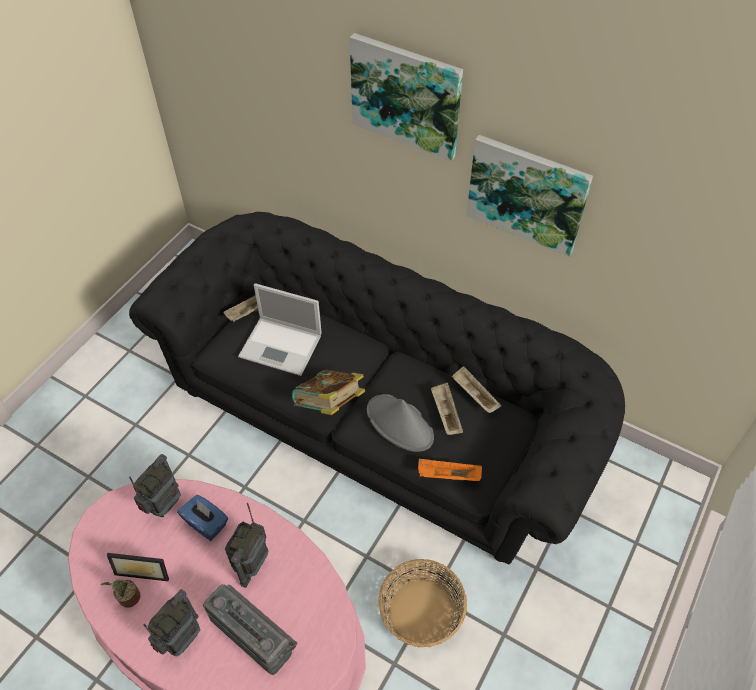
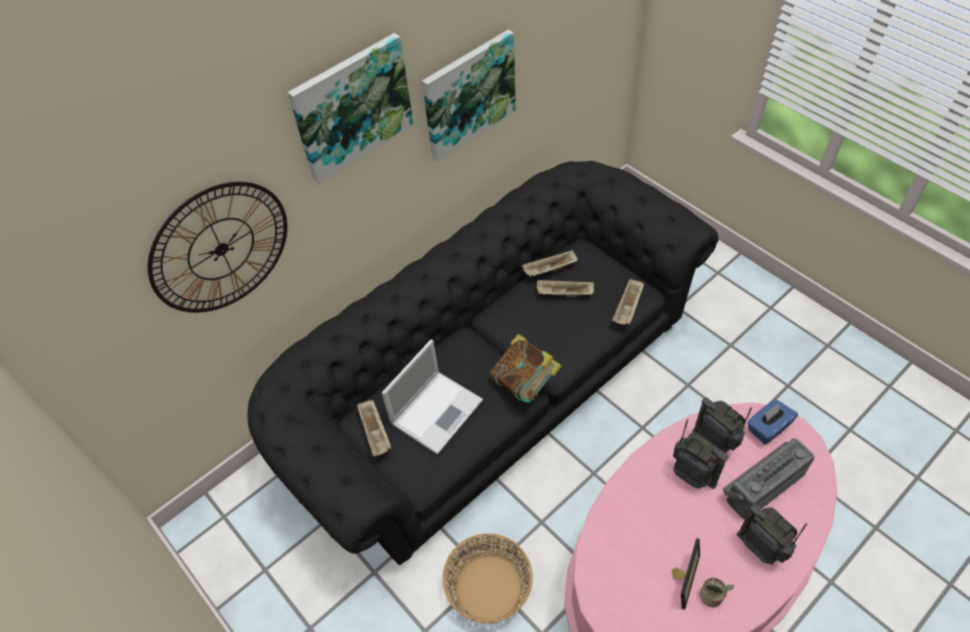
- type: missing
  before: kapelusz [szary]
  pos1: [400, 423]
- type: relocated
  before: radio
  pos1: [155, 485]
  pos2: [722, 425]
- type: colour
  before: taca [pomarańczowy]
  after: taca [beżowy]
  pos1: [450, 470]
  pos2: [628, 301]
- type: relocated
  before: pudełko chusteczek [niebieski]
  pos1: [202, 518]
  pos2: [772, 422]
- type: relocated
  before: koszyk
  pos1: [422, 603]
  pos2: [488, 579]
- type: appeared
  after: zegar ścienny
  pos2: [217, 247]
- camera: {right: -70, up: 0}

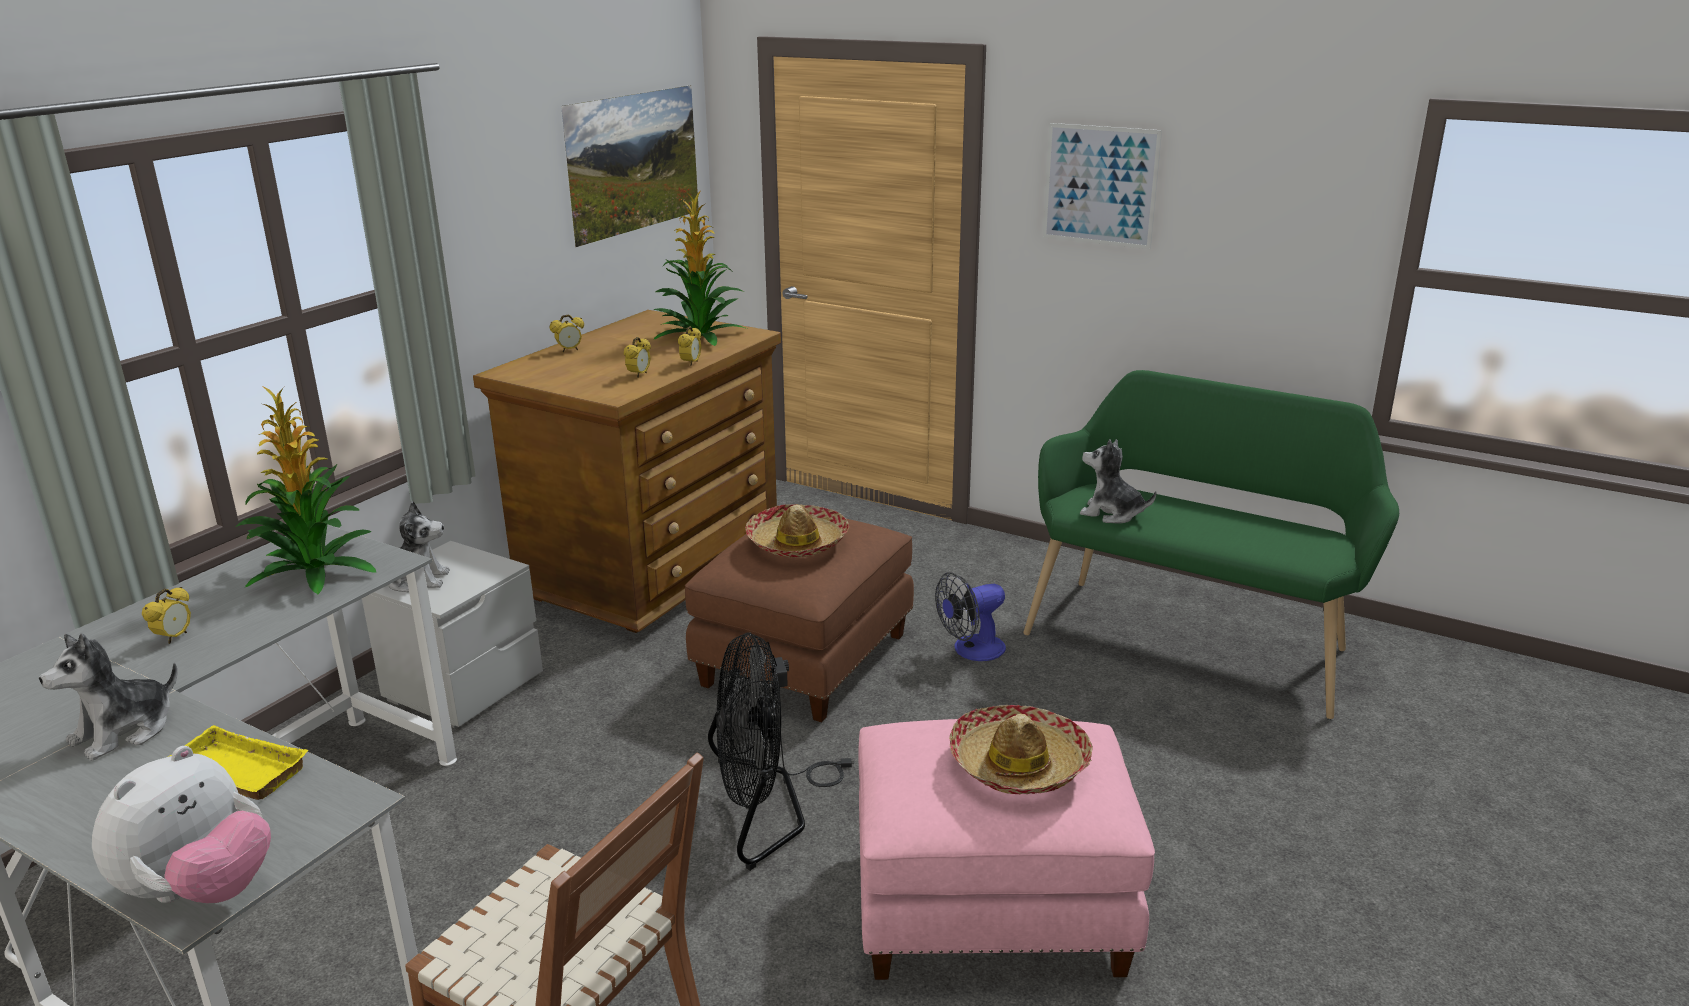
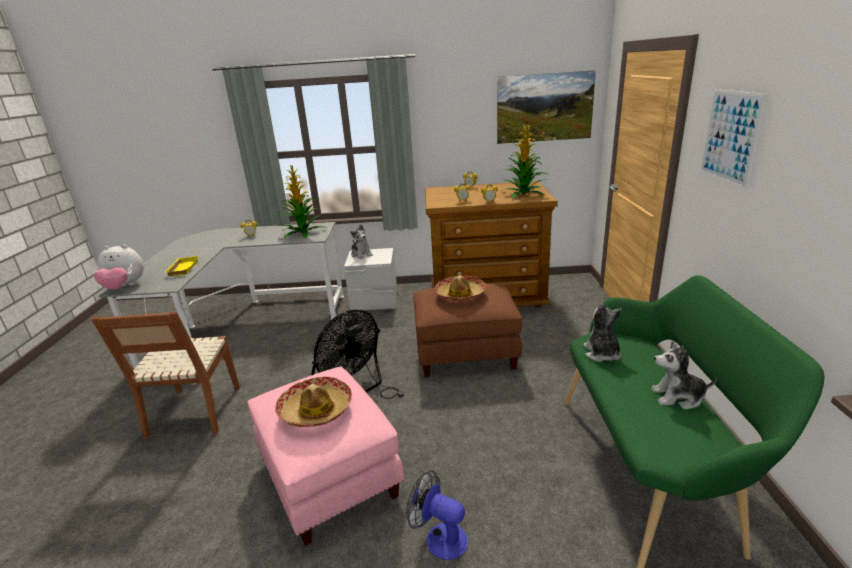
- type: relocated
  before: wentylator
  pos1: [970, 616]
  pos2: [437, 515]
- type: relocated
  before: pluszak
  pos1: [108, 697]
  pos2: [684, 375]
- camera: {right: 60, up: 0}

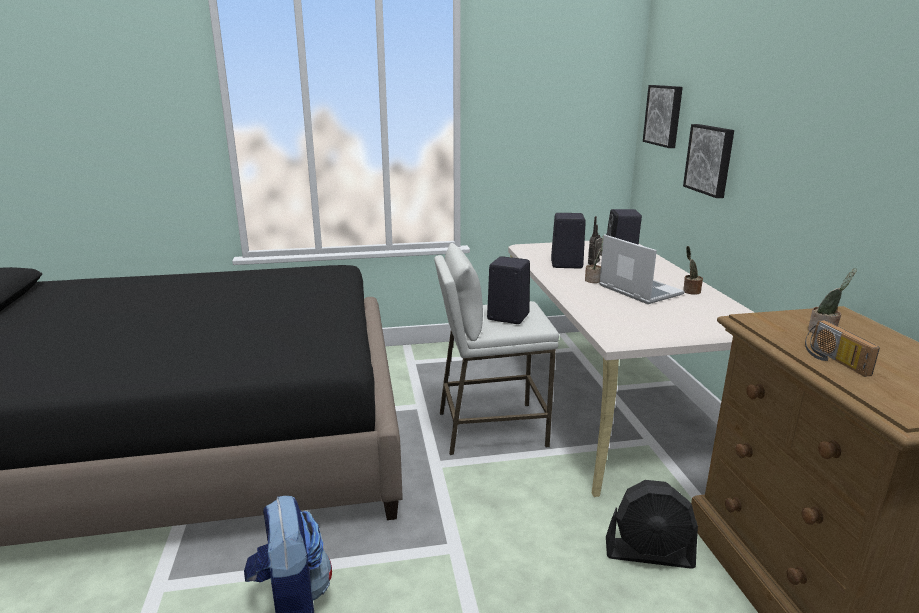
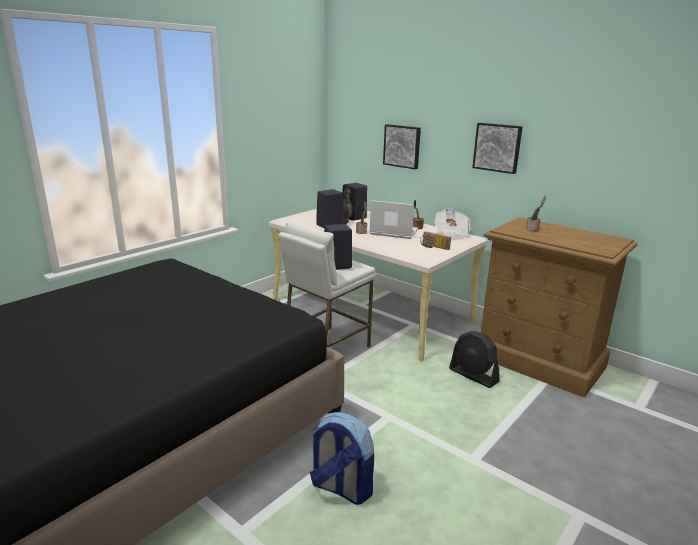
- type: relocated
  before: obraz
  pos1: [663, 116]
  pos2: [497, 148]
- type: relocated
  before: radio
  pos1: [842, 348]
  pos2: [435, 240]
- type: spun
  before: wentylator [czarny]
  pos1: [652, 524]
  pos2: [474, 359]
  turn: 75
- type: appeared
  after: gazeta
  pos2: [452, 224]
- camera: {right: -40, up: 0}

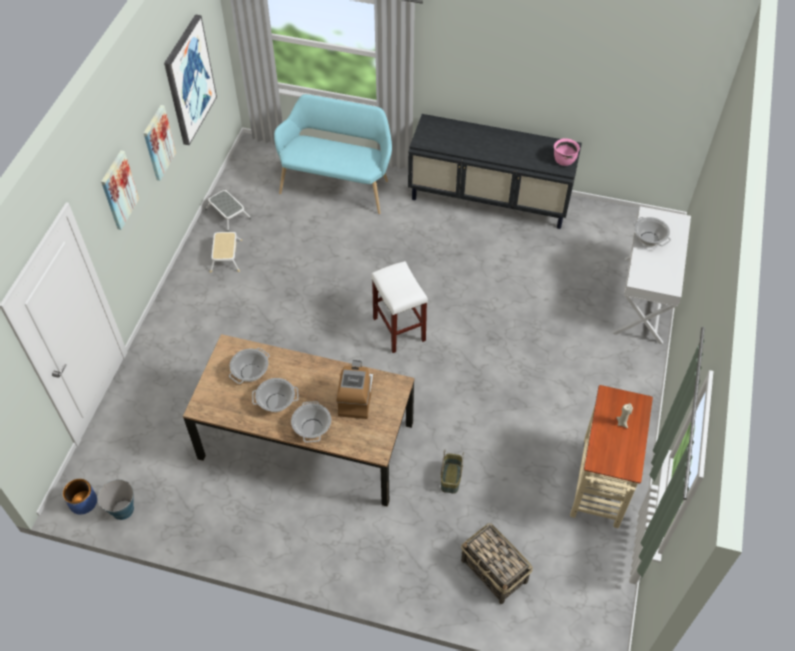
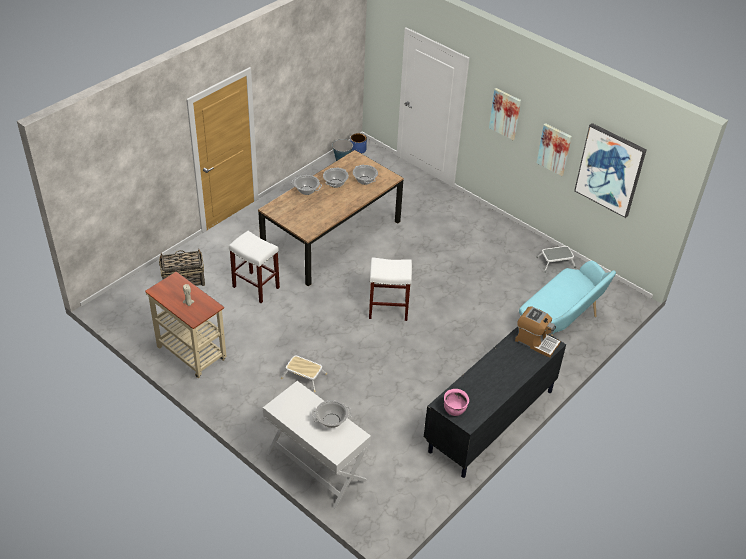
- type: relocated
  before: drabinka [beżowy]
  pos1: [226, 252]
  pos2: [304, 373]
- type: relocated
  before: ekspres do kawy
  pos1: [355, 389]
  pos2: [537, 332]
- type: exchanged
  before: koszyk
  after: stołek [biały]
  pos1: [452, 471]
  pos2: [254, 267]
- camera: {right: 115, up: -10}

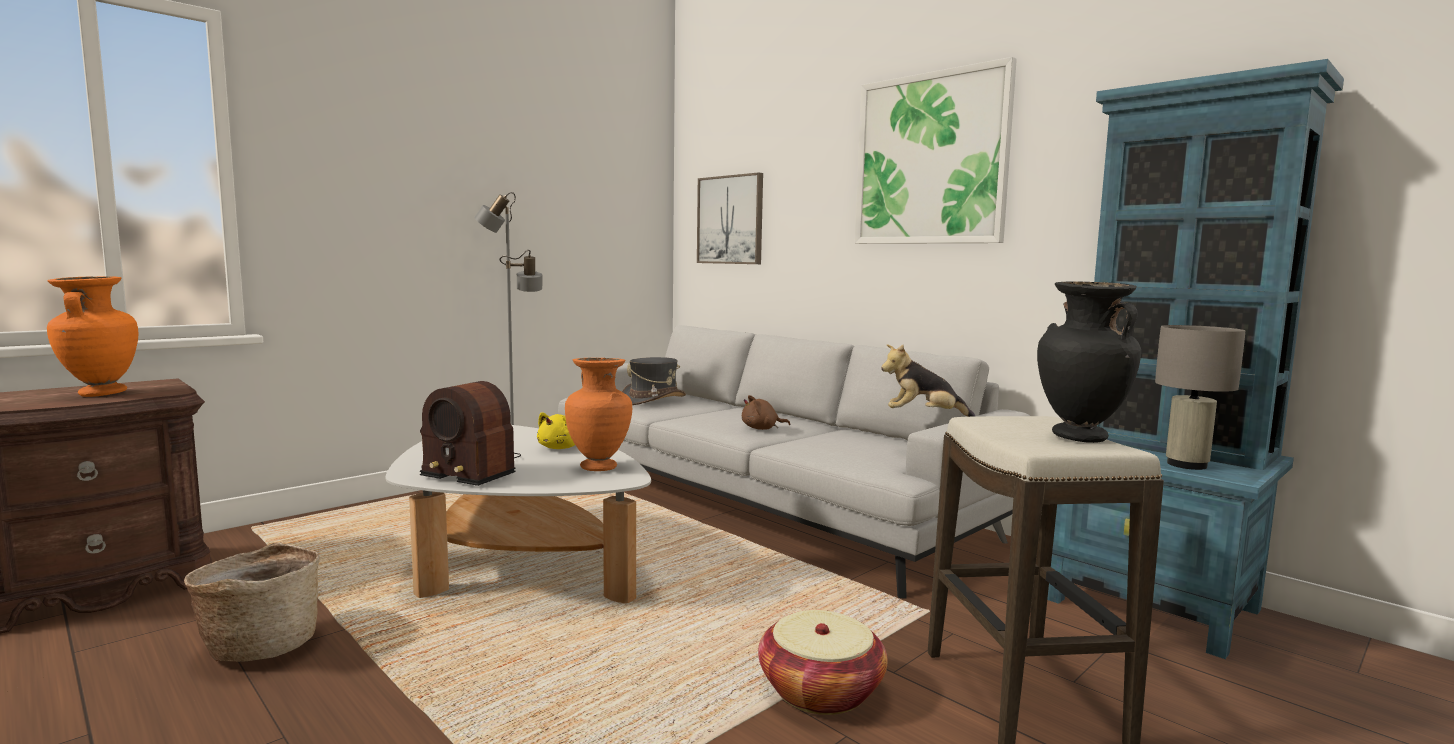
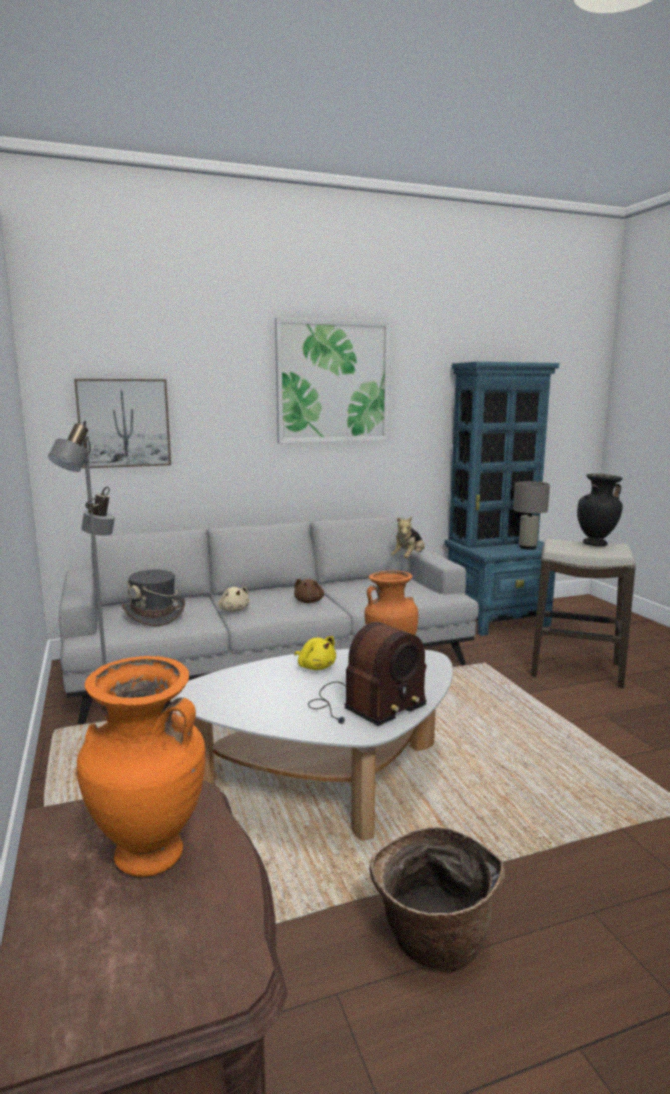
- type: missing
  before: koszyk
  pos1: [822, 662]
- type: appeared
  after: pluszak [beżowy]
  pos2: [234, 599]
- camera: {right: -65, up: 5}

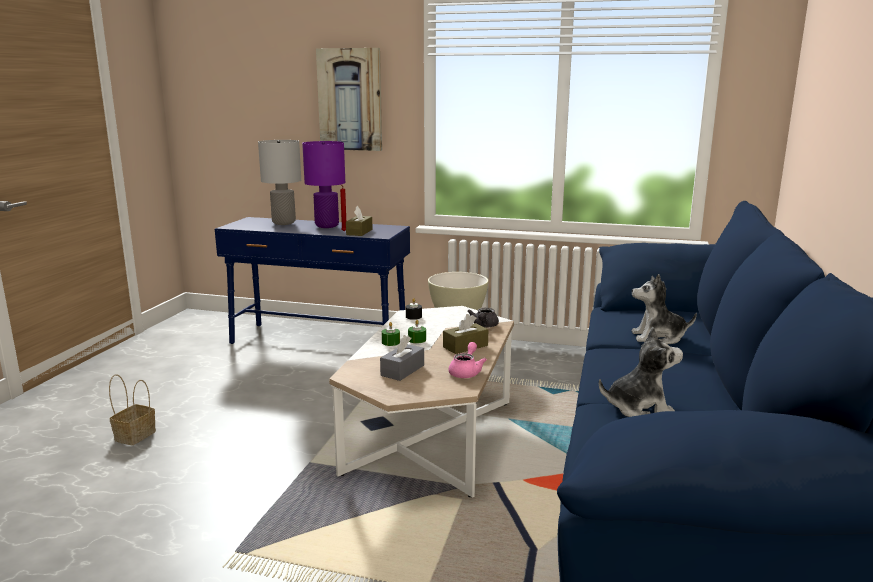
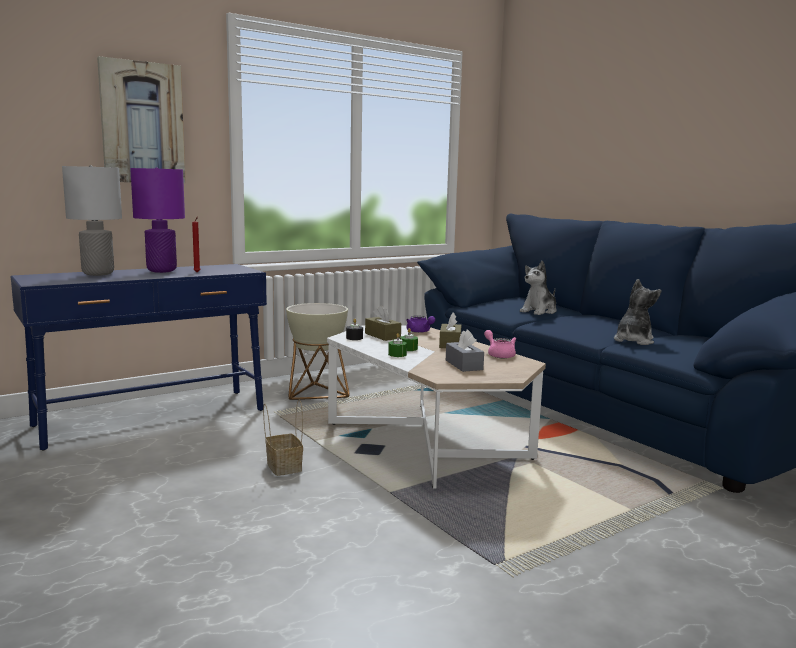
- type: relocated
  before: pudełko chusteczek [brązowy]
  pos1: [359, 221]
  pos2: [383, 323]
- type: colour
  before: imbryk [szary]
  after: imbryk [fioletowy]
  pos1: [483, 317]
  pos2: [420, 324]
- type: relocated
  before: koszyk
  pos1: [132, 409]
  pos2: [283, 437]
- camera: {right: -50, up: -5}

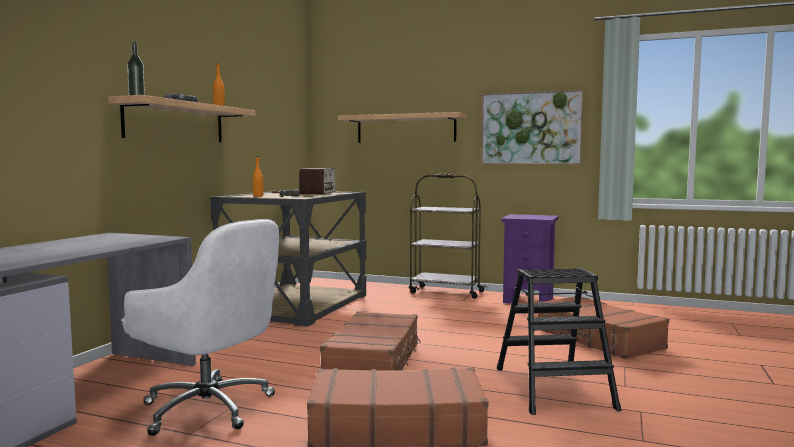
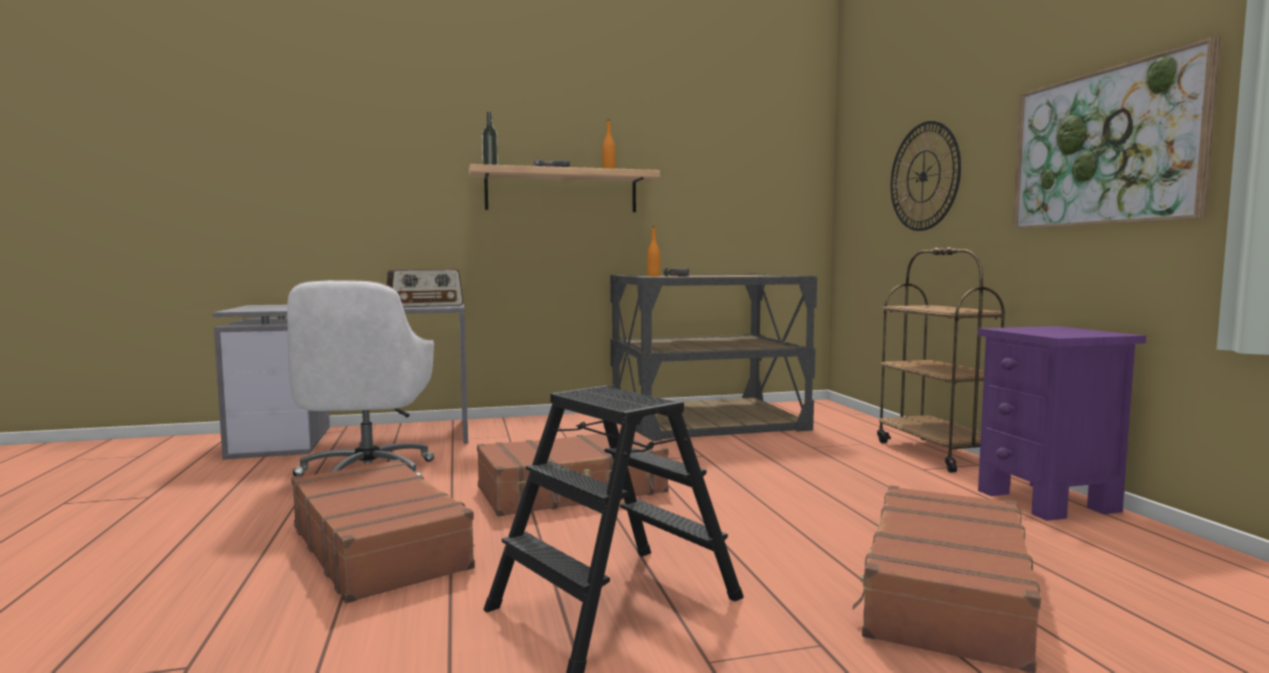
- type: exchanged
  before: półka
  after: zegar ścienny
  pos1: [402, 127]
  pos2: [925, 176]
- type: relocated
  before: radio
  pos1: [317, 181]
  pos2: [425, 288]
- type: colour
  before: wózek [szary]
  after: wózek [brązowy]
  pos1: [448, 236]
  pos2: [941, 360]
- camera: {right: 55, up: 0}

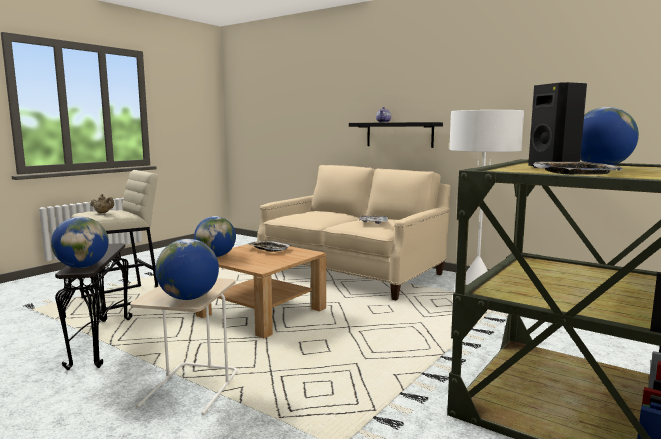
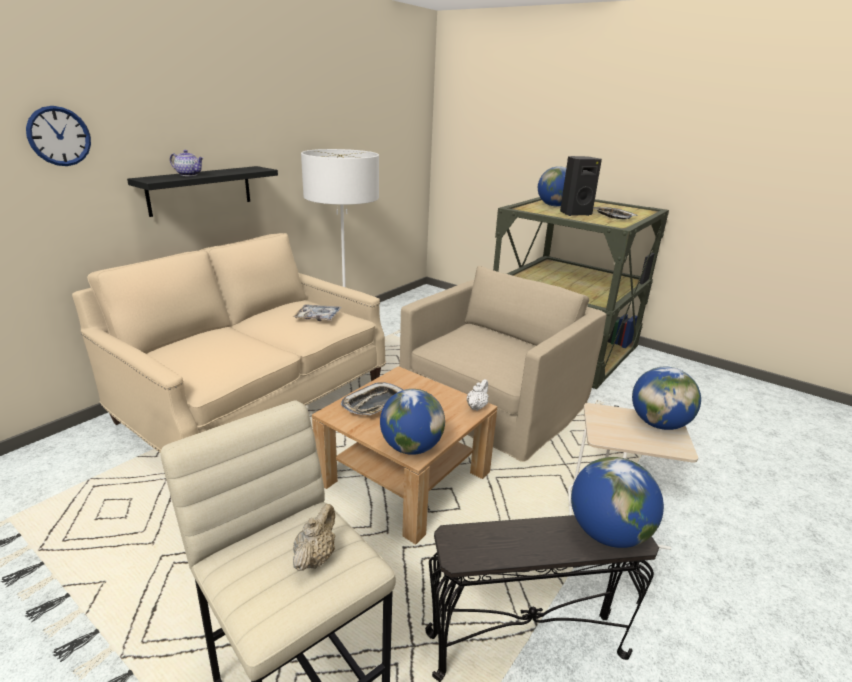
- type: appeared
  after: zegar ścienny
  pos2: [58, 136]
- type: appeared
  after: fotel [beżowy]
  pos2: [503, 364]
- type: appeared
  after: imbryk [biały]
  pos2: [478, 395]
- camera: {right: -90, up: 15}

